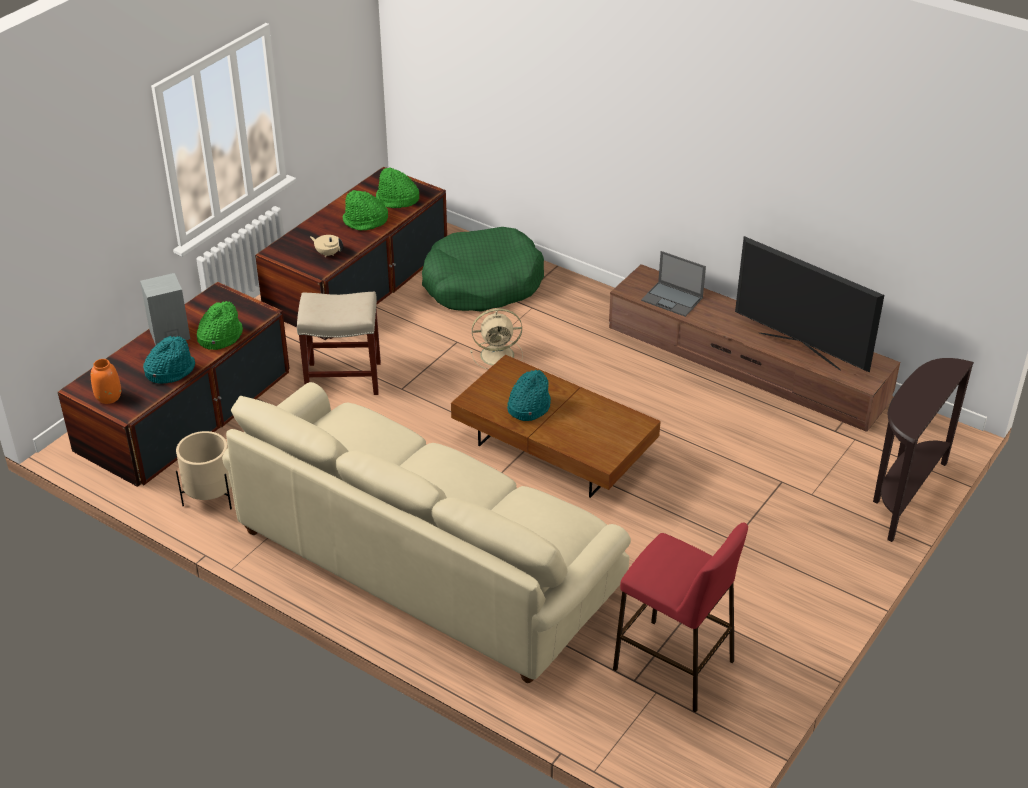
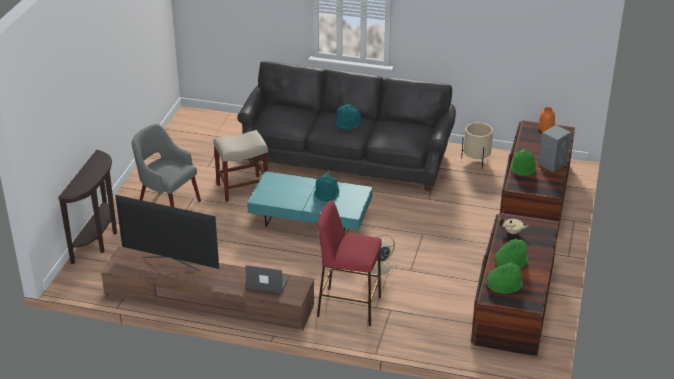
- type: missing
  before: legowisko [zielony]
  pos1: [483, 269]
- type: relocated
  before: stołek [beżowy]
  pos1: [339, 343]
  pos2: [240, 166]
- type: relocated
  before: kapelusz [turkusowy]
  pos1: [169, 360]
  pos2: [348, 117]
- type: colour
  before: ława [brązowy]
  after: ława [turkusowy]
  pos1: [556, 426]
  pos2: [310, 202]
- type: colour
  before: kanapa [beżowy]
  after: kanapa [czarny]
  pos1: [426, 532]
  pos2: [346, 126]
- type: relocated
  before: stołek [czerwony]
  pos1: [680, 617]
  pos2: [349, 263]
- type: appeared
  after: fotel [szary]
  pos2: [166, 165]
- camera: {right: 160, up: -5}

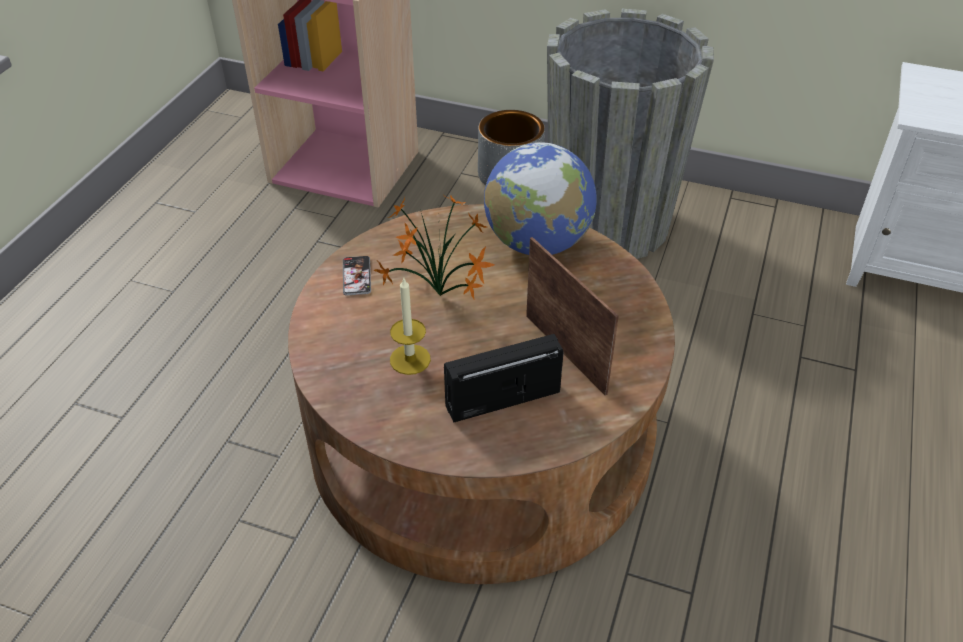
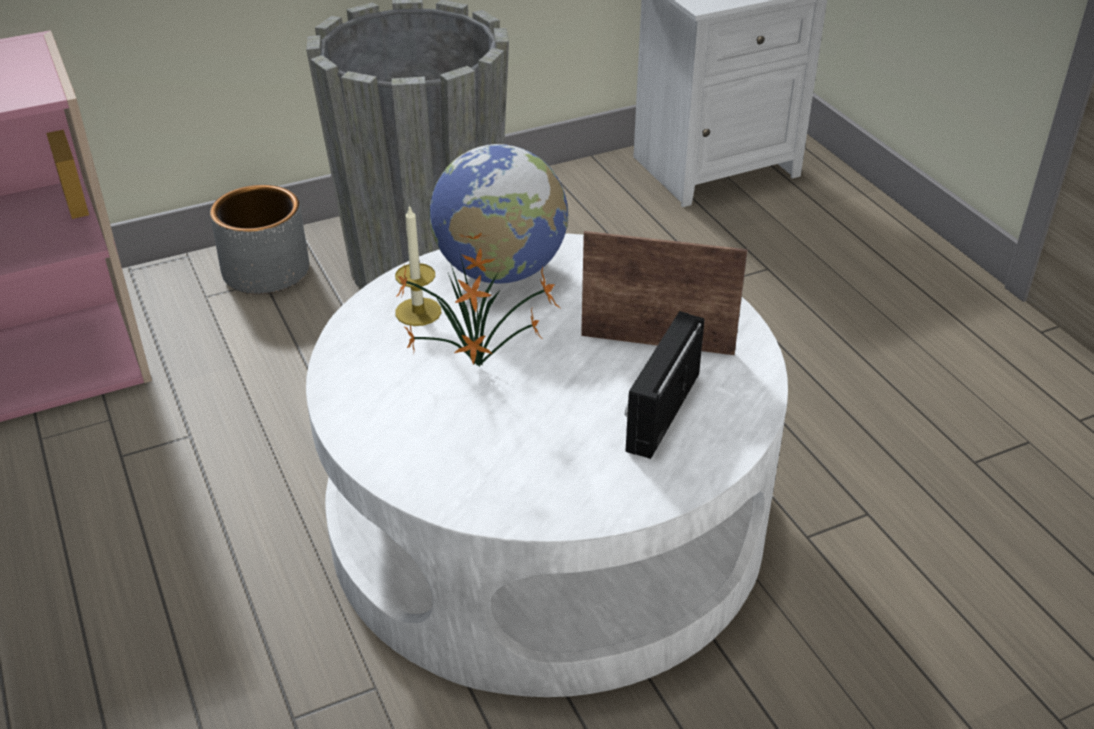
- type: colour
  before: ława [brązowy]
  after: ława [biały]
  pos1: [481, 394]
  pos2: [547, 465]
- type: missing
  before: telefon
  pos1: [357, 276]
- type: relocated
  before: świeca
  pos1: [410, 326]
  pos2: [418, 265]
- camera: {right: -45, up: -5}

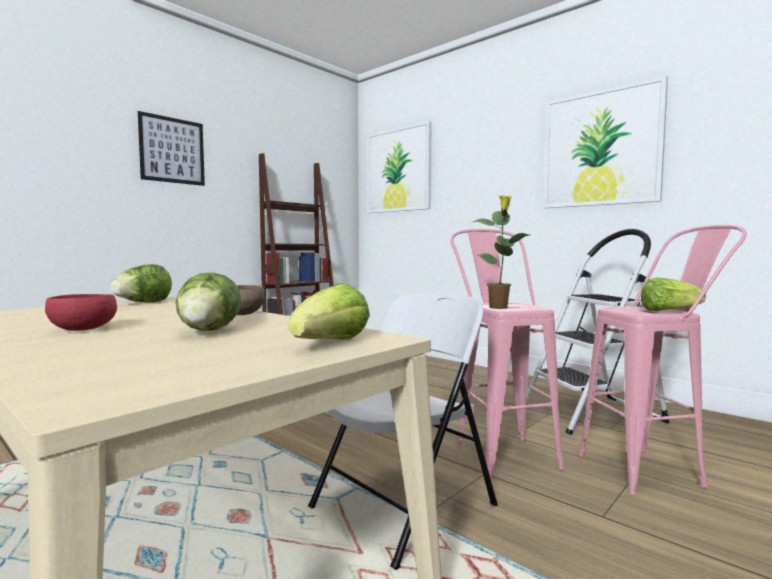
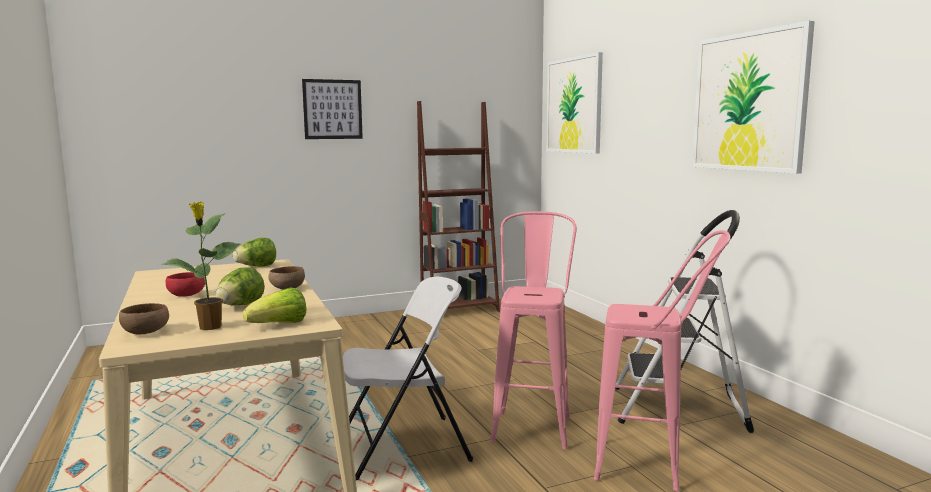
- type: relocated
  before: roślina doniczkowa
  pos1: [501, 252]
  pos2: [201, 266]
- type: missing
  before: sałata
  pos1: [673, 294]
- type: appeared
  after: miska [brązowy]
  pos2: [144, 319]
- camera: {right: 25, up: 5}

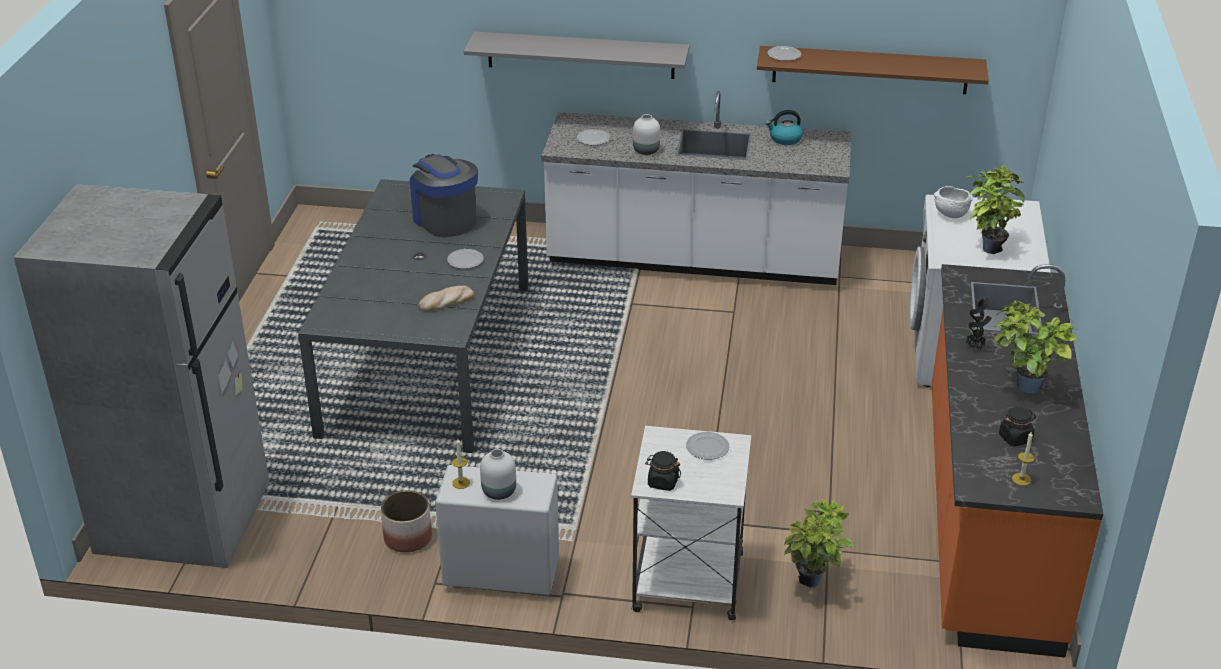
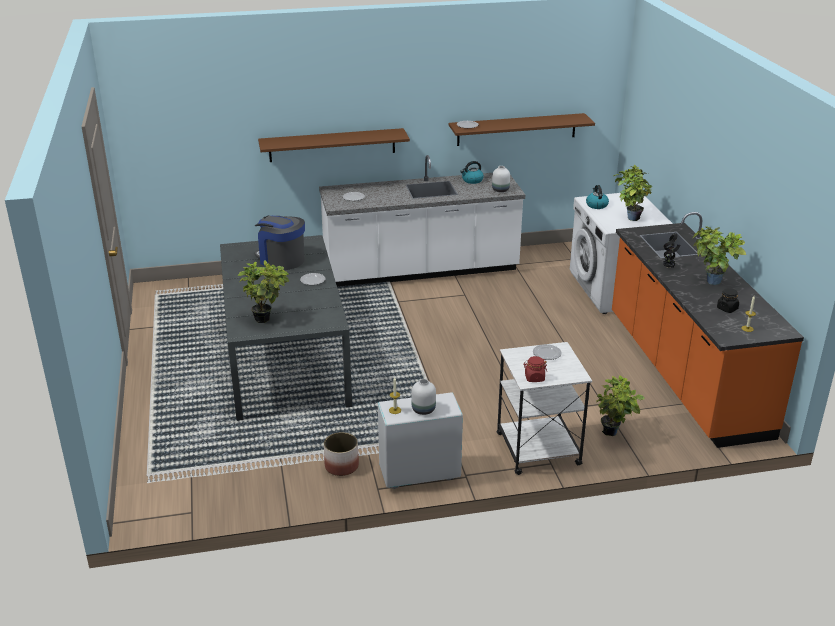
- type: colour
  before: półka [szary]
  after: półka [brązowy]
  pos1: [577, 55]
  pos2: [334, 145]
- type: relocated
  before: wazon [biały]
  pos1: [646, 134]
  pos2: [501, 179]
- type: missing
  before: lodówka [szary]
  pos1: [141, 376]
- type: exchanged
  before: miska [biały]
  after: czajnik
  pos1: [953, 202]
  pos2: [597, 197]
- type: missing
  before: chleb
  pos1: [446, 298]
- type: colour
  before: słoik [czarny]
  after: słoik [czerwony]
  pos1: [663, 471]
  pos2: [535, 369]
- type: appeared
  after: roślina doniczkowa
  pos2: [263, 291]
- camera: {right: -20, up: -5}

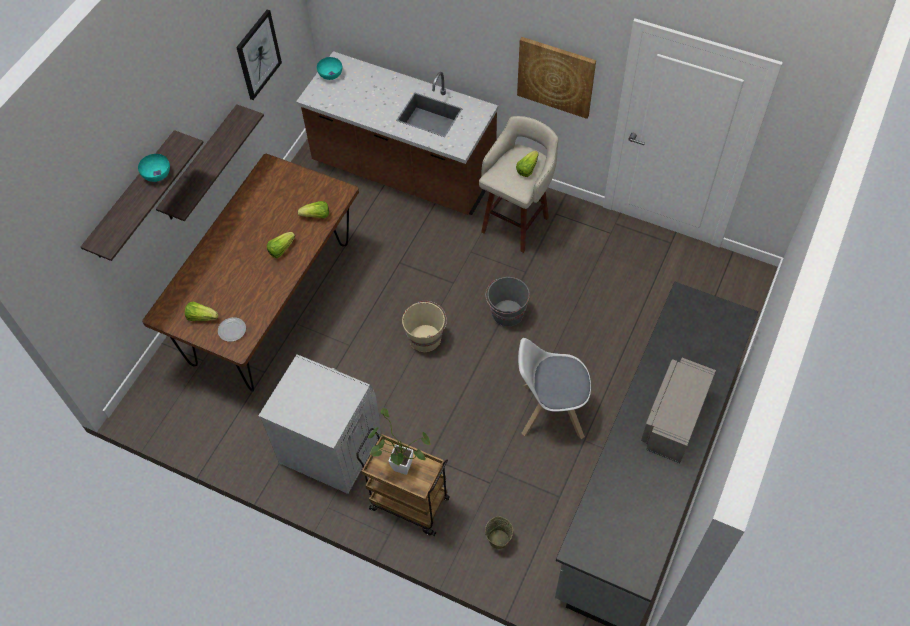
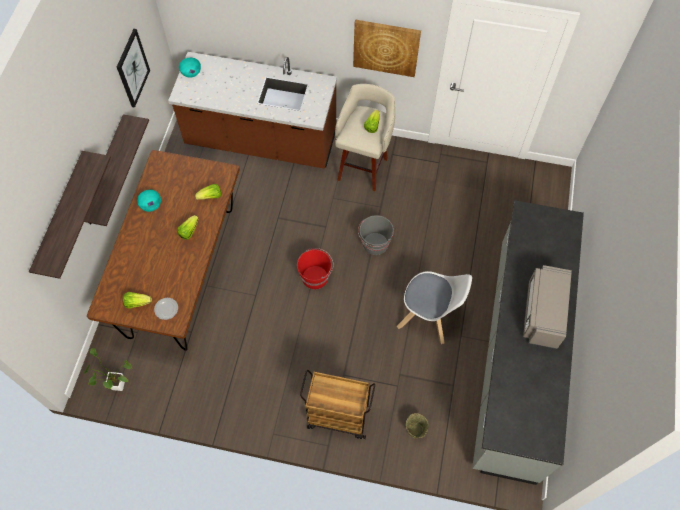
- type: relocated
  before: miska [turkusowy]
  pos1: [154, 168]
  pos2: [149, 201]
- type: colour
  before: wiadro [beżowy]
  after: wiadro [czerwony]
  pos1: [424, 326]
  pos2: [315, 268]
- type: spun
  before: krzesło
  pos1: [554, 388]
  pos2: [434, 307]
  turn: -150
- type: missing
  before: pralka [biały]
  pos1: [319, 424]
- type: relocated
  before: roślina doniczkowa
  pos1: [399, 441]
  pos2: [108, 369]
- camera: {right: -15, up: 5}

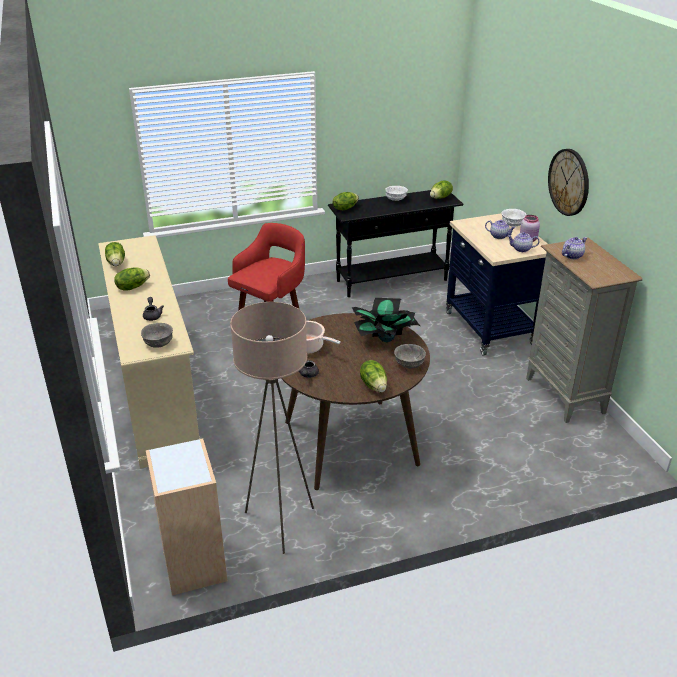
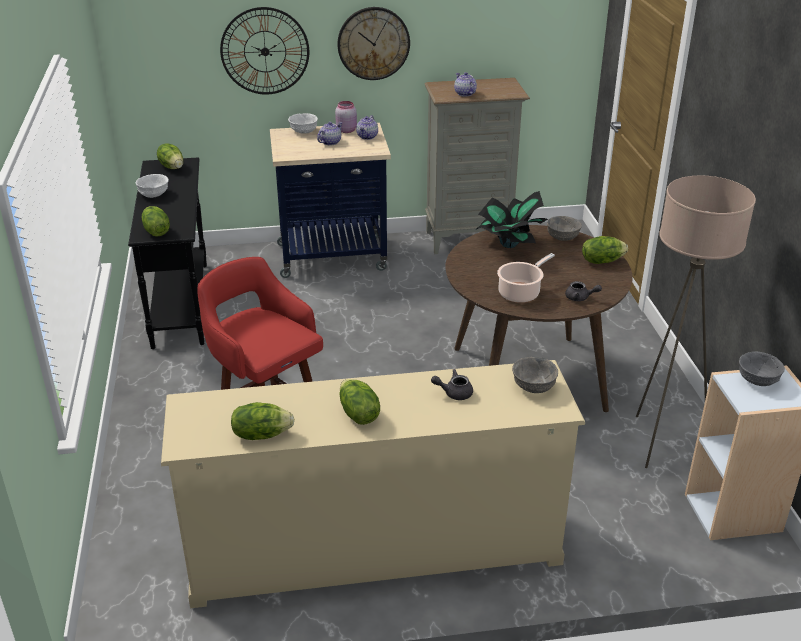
- type: appeared
  after: zegar ścienny
  pos2: [264, 50]
- type: appeared
  after: miska [szary]
  pos2: [762, 369]
- camera: {right: -80, up: 0}

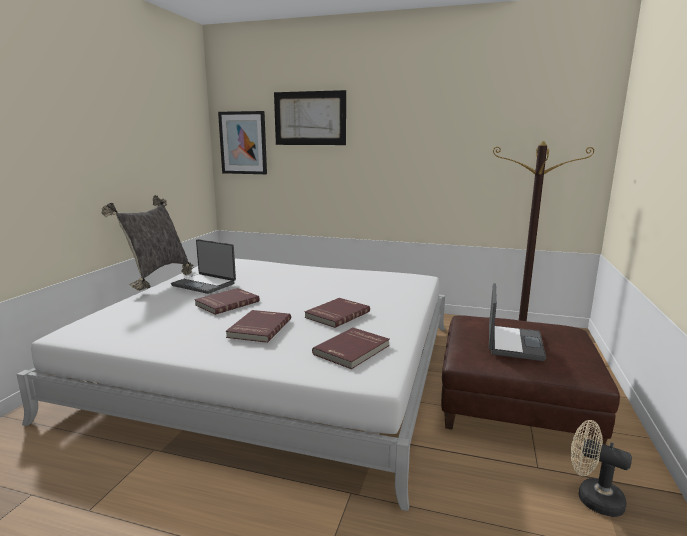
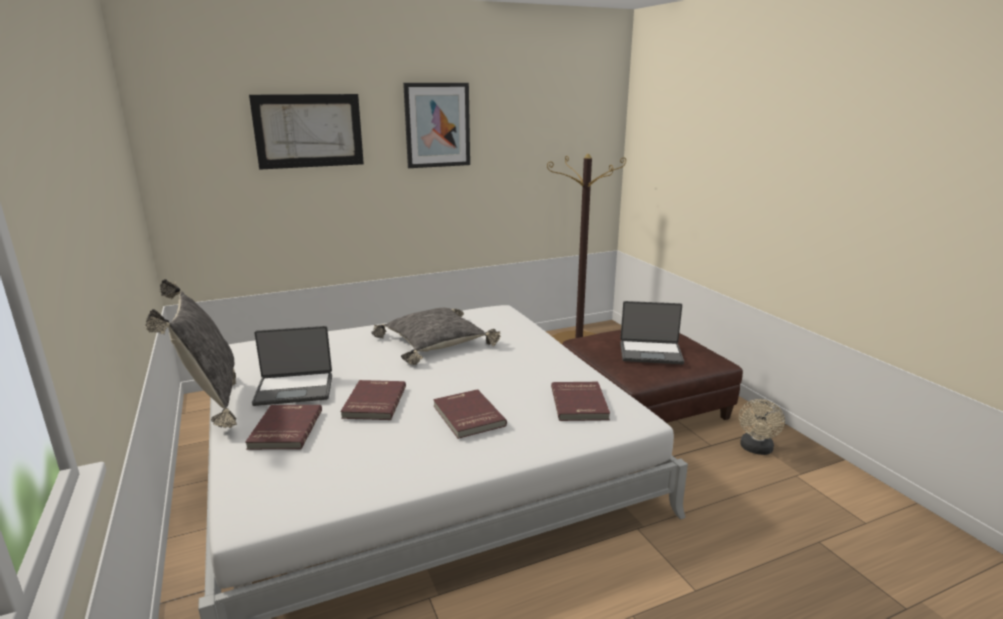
- type: relocated
  before: obraz
  pos1: [242, 142]
  pos2: [436, 125]
- type: spun
  before: laptop
  pos1: [517, 322]
  pos2: [652, 332]
  turn: 120
- type: relocated
  before: książka [czerwony]
  pos1: [337, 313]
  pos2: [283, 427]
- type: spun
  before: wentylator [beżowy]
  pos1: [601, 468]
  pos2: [762, 427]
  turn: -60
- type: appeared
  after: poduszka
  pos2: [436, 336]
- camera: {right: -40, up: 5}

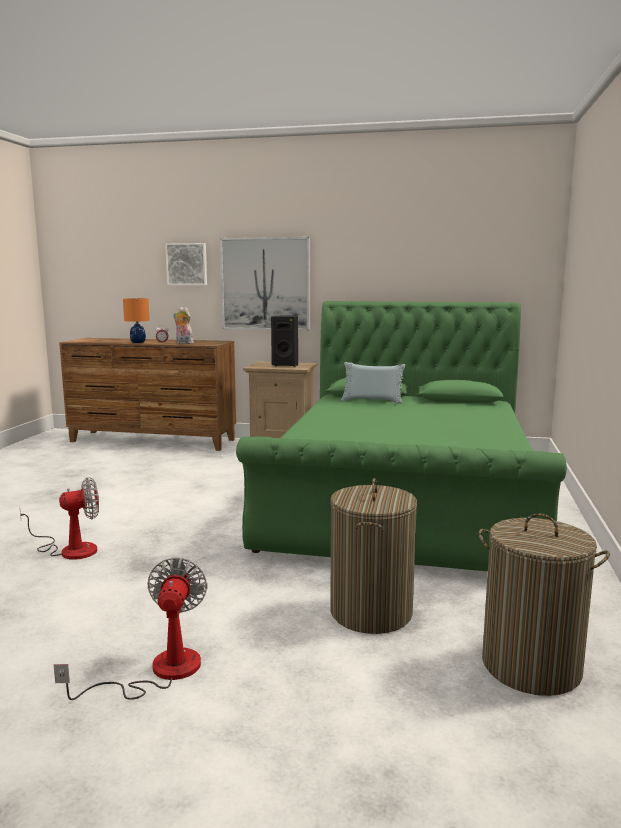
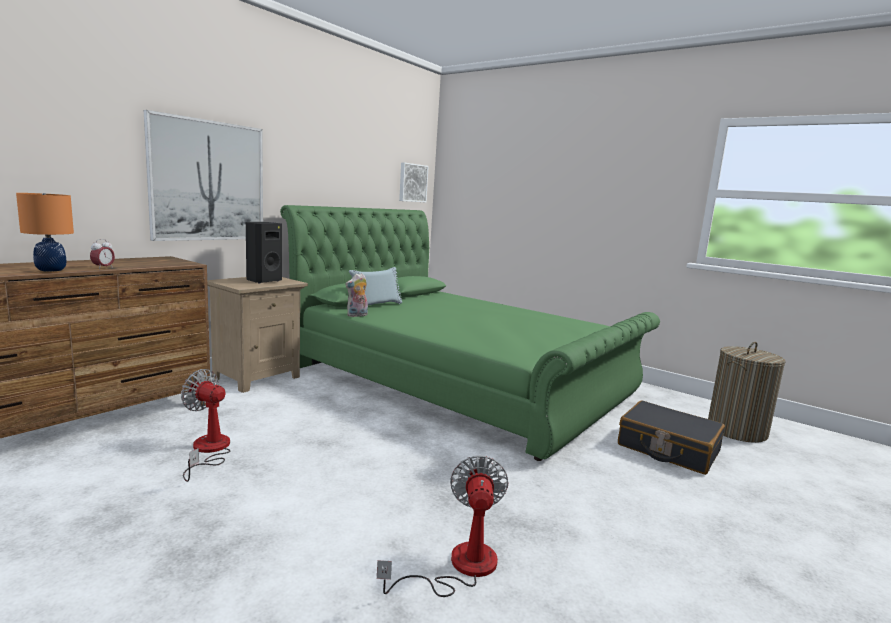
- type: relocated
  before: obraz
  pos1: [186, 264]
  pos2: [414, 182]
- type: relocated
  before: pluszak
  pos1: [183, 325]
  pos2: [356, 295]
- type: exchanged
  before: kosz na pranie
  after: walizka [czarny]
  pos1: [373, 556]
  pos2: [671, 437]
- type: relocated
  before: wentylator
  pos1: [131, 628]
  pos2: [206, 425]
- camera: {right: -65, up: 0}

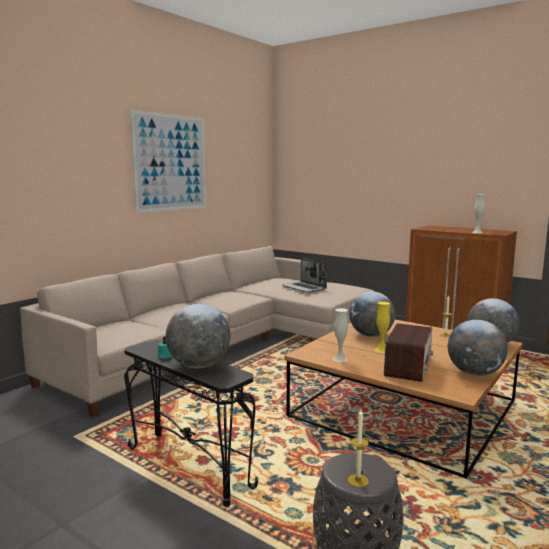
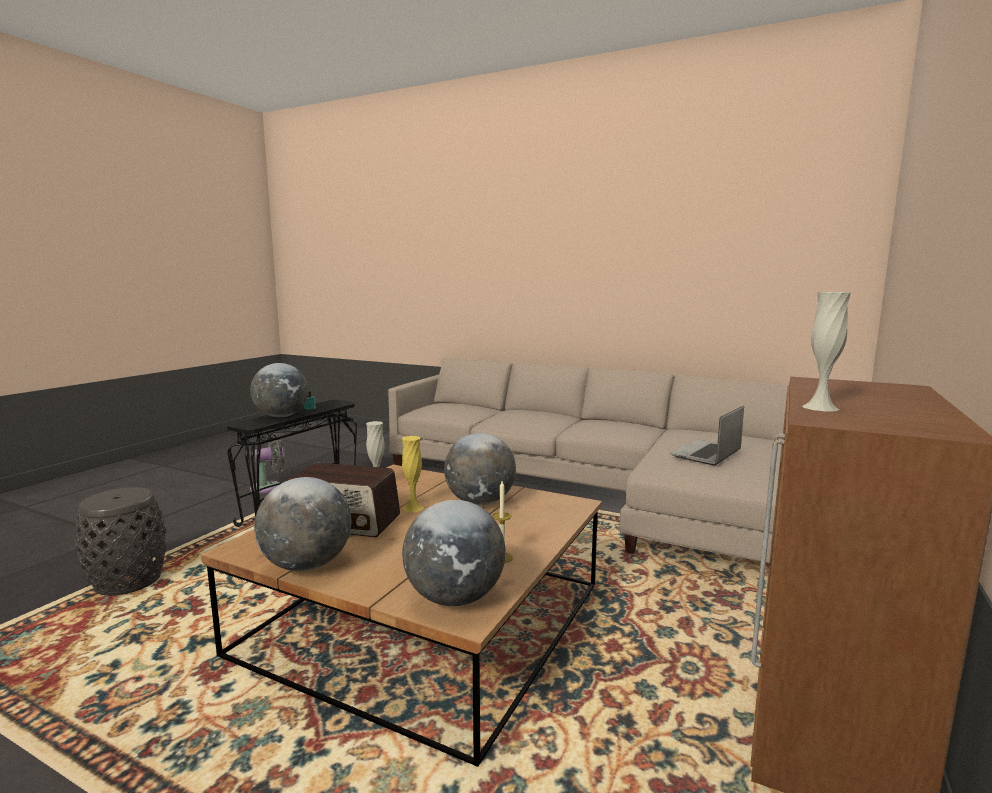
- type: missing
  before: obraz
  pos1: [168, 161]
- type: missing
  before: świeca
  pos1: [358, 448]
- type: appeared
  after: wentylator [szary]
  pos2: [267, 463]
- camera: {right: 80, up: 0}

